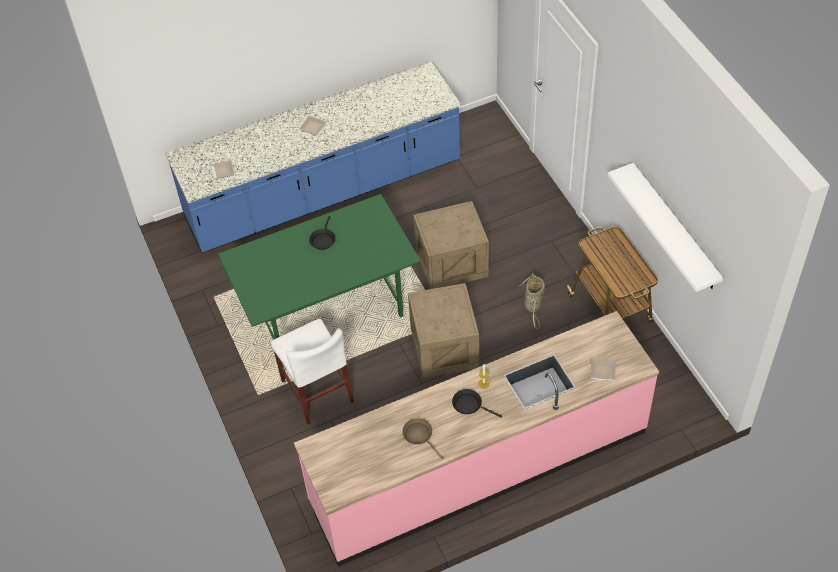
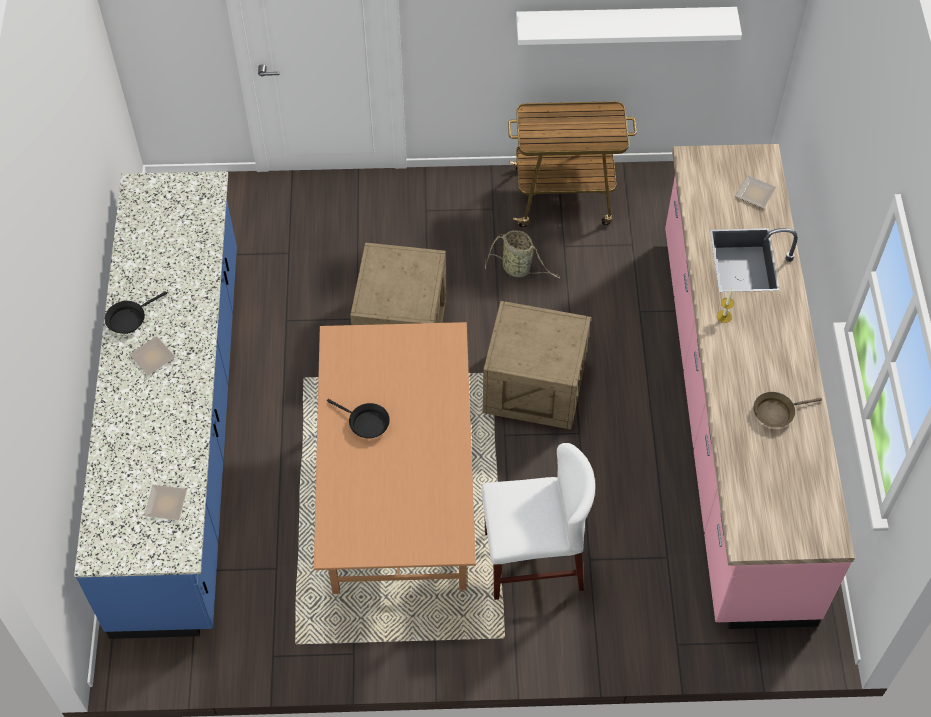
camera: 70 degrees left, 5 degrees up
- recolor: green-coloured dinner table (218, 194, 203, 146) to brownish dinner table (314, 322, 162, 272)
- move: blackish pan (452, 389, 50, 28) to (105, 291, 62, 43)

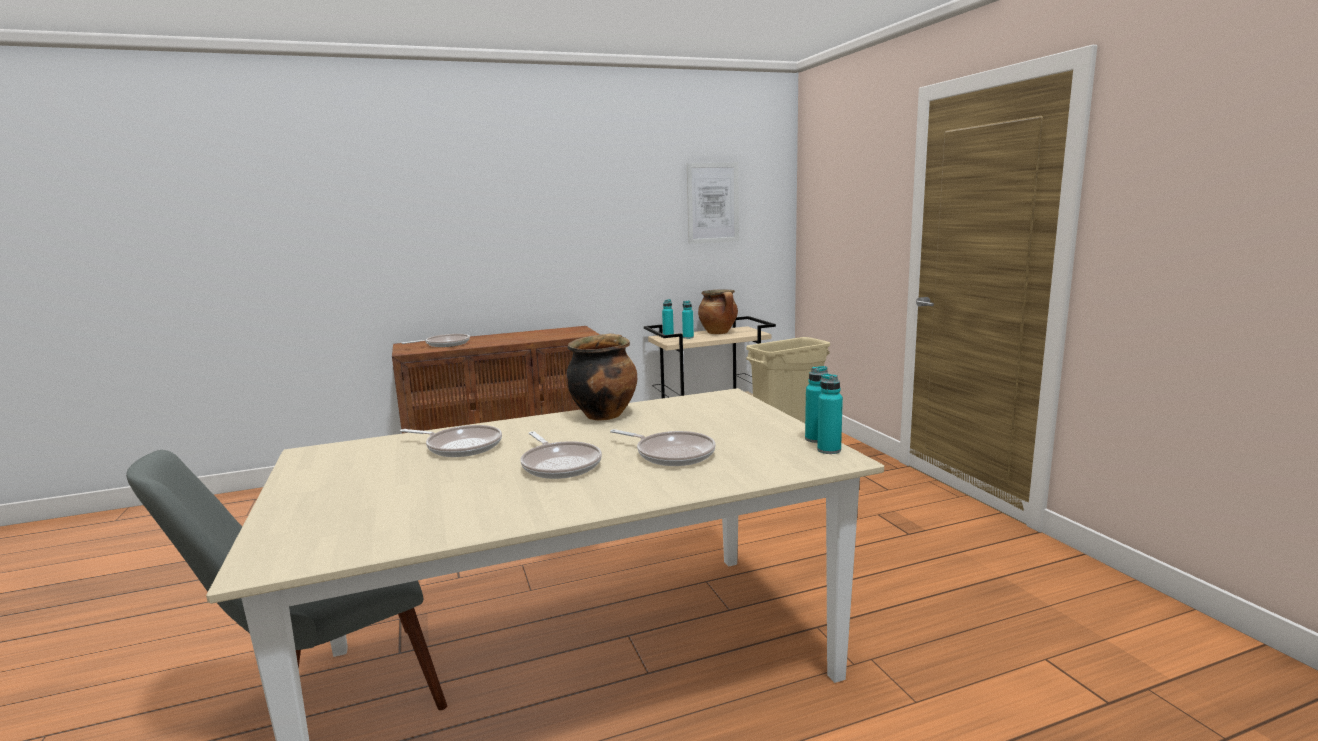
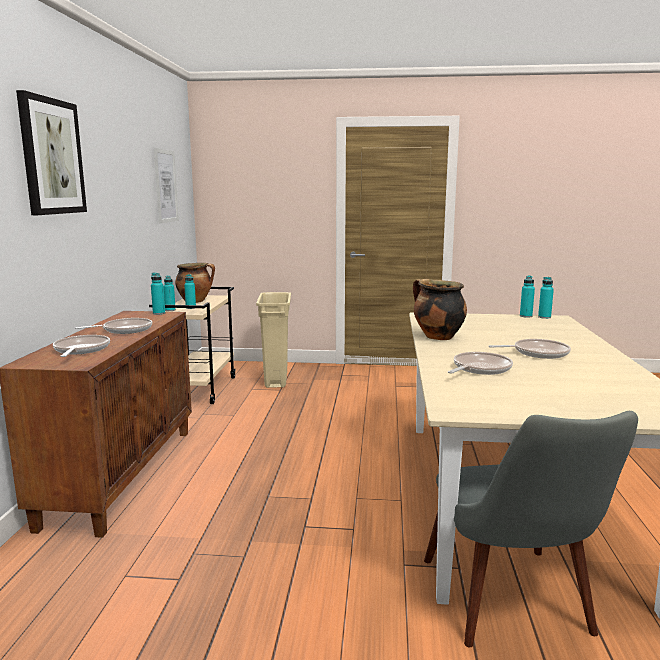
camera: 65 degrees left, 0 degrees up
- move: pan (610, 429, 106, 37) to (75, 318, 77, 16)
- insert: picture (16, 90, 71, 125)
- insert: turquoise bottle (151, 273, 14, 42)

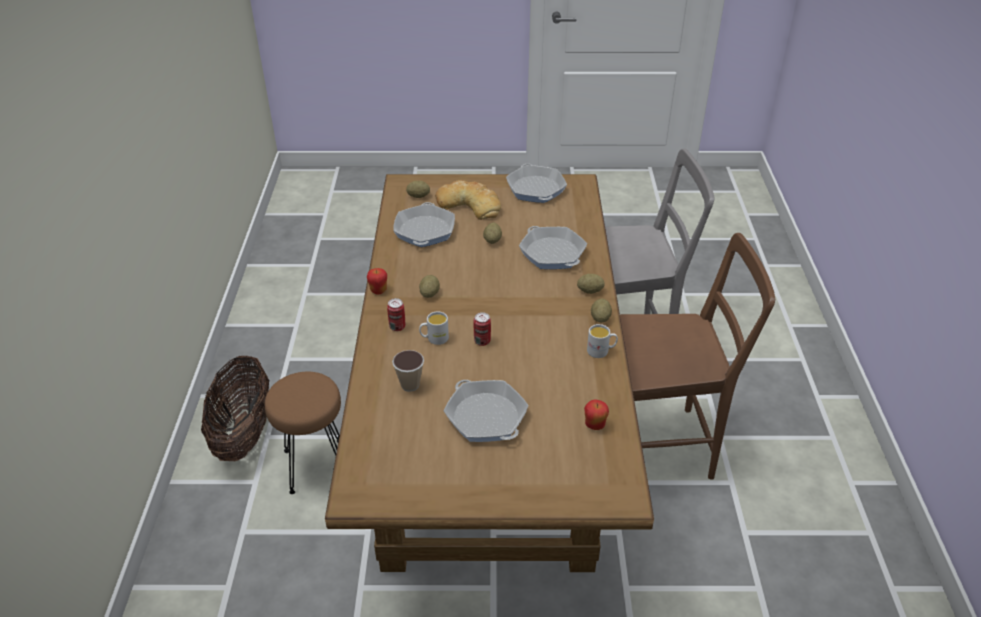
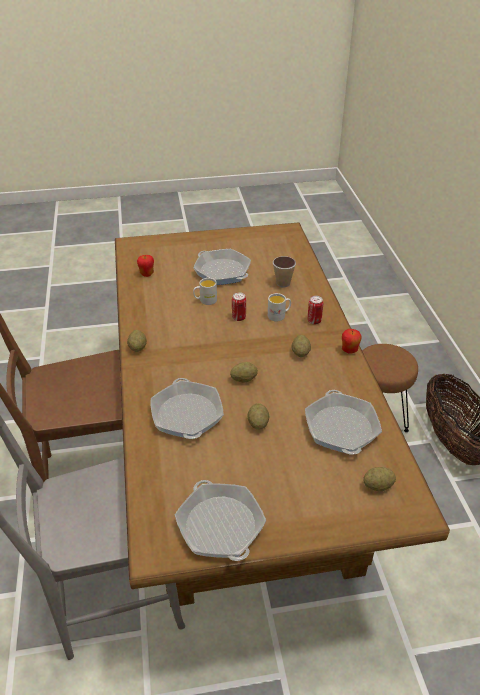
camera: 170 degrees right, 0 degrees up
- delete: bread (435, 180, 66, 40)
- rotate: pan (519, 226, 68, 43) = (151, 378, 73, 61) 150 degrees counterclockwise
- move: spud (577, 274, 28, 20) to (230, 362, 28, 21)
- move: white-coloured tea mug (587, 324, 31, 34) to (193, 278, 24, 27)

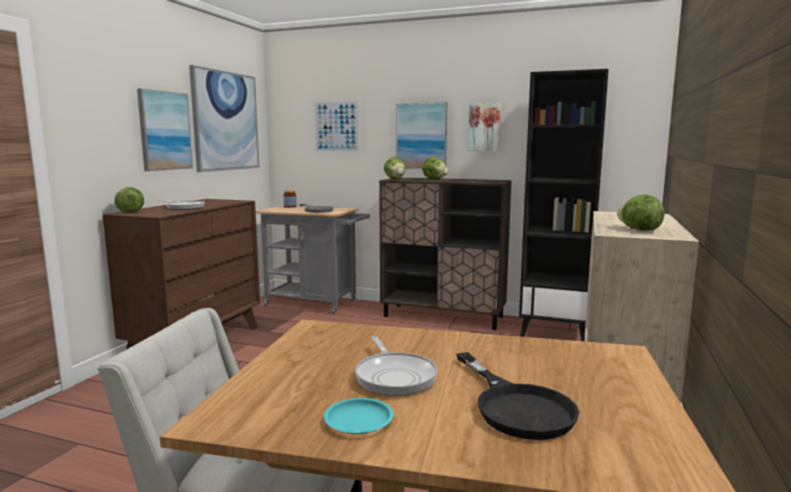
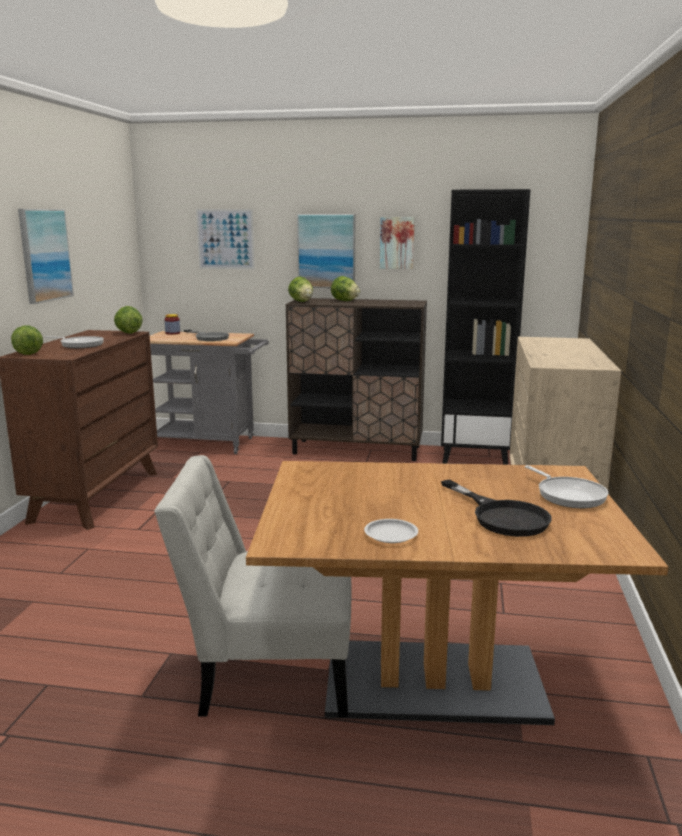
camera: 10 degrees left, 5 degrees up
- delete: picture (189, 65, 70, 107)
- move: lettuce head (617, 194, 47, 37) to (114, 306, 29, 28)
- move: pan (355, 336, 83, 60) to (525, 465, 83, 43)
- recolor: turquoise flat dish (324, 398, 70, 36) to white-coloured flat dish (364, 519, 54, 24)

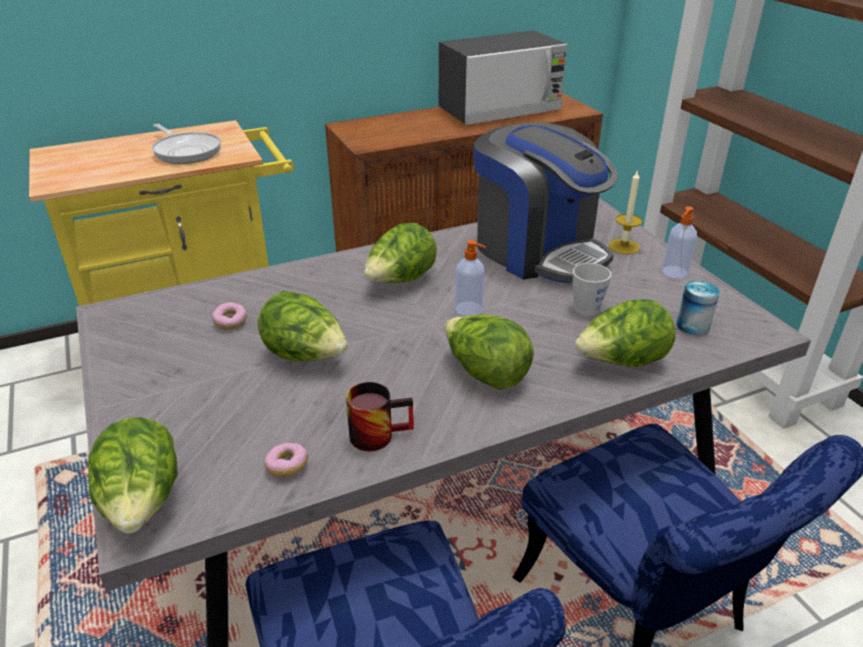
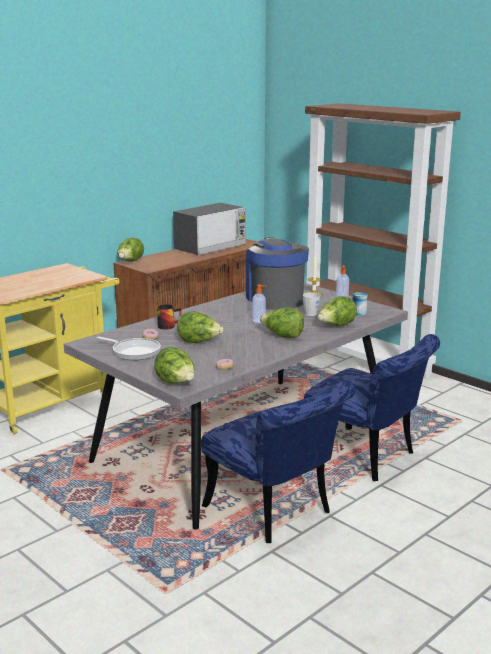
camera: 20 degrees left, 15 degrees down
- rotate: coffee maker (474, 122, 144, 162) = (246, 237, 63, 73) 135 degrees counterclockwise
- move: pan (152, 124, 69, 40) to (96, 337, 65, 23)
- move: lettuce head (364, 223, 73, 60) to (117, 238, 27, 24)
- move: tea mug (346, 382, 68, 69) to (157, 304, 25, 26)

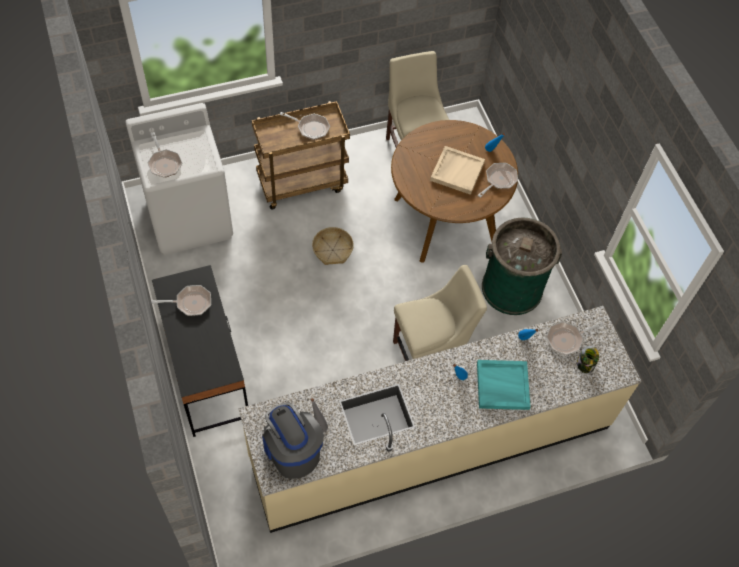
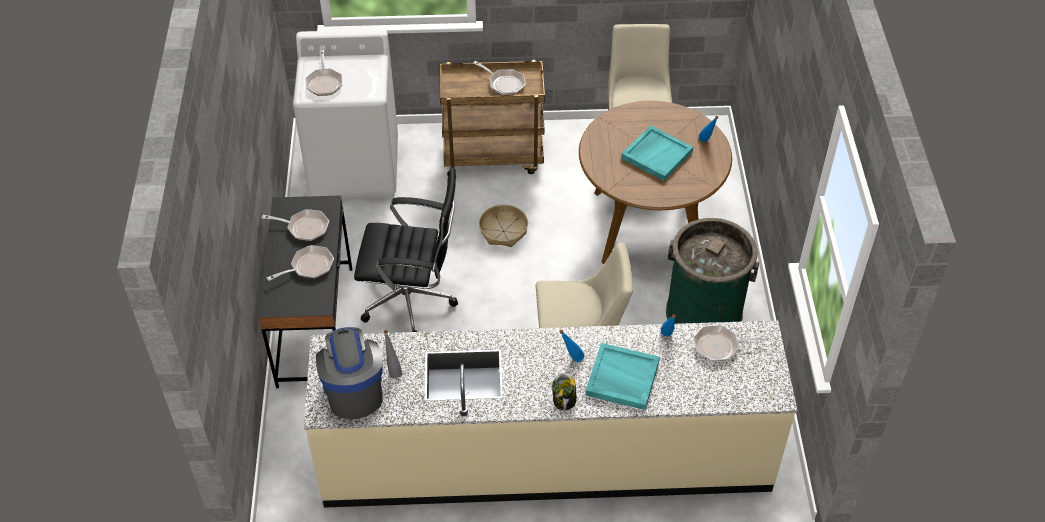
camera: 20 degrees right, 10 degrees down
- recolor: beige serving tray (430, 146, 55, 49) to turquoise serving tray (621, 125, 72, 56)
- move: pan (478, 163, 40, 35) to (267, 245, 67, 36)
- move: preserve jar (577, 346, 22, 27) to (552, 373, 25, 38)
- insert: blackish desk chair (354, 167, 104, 165)

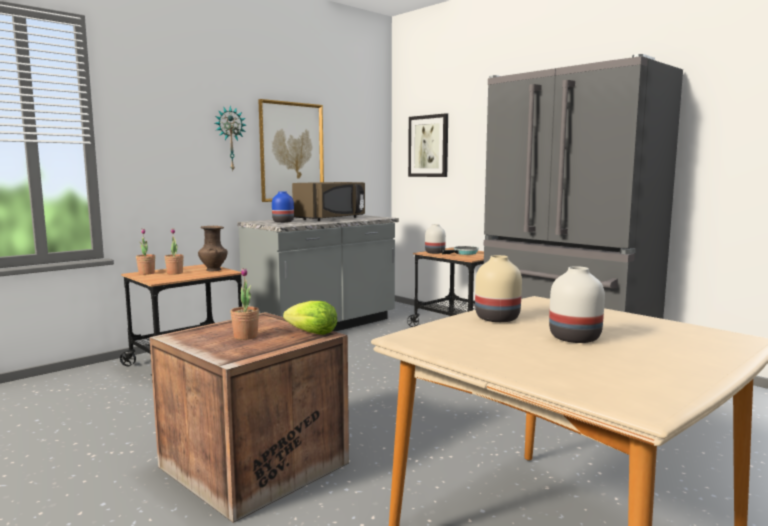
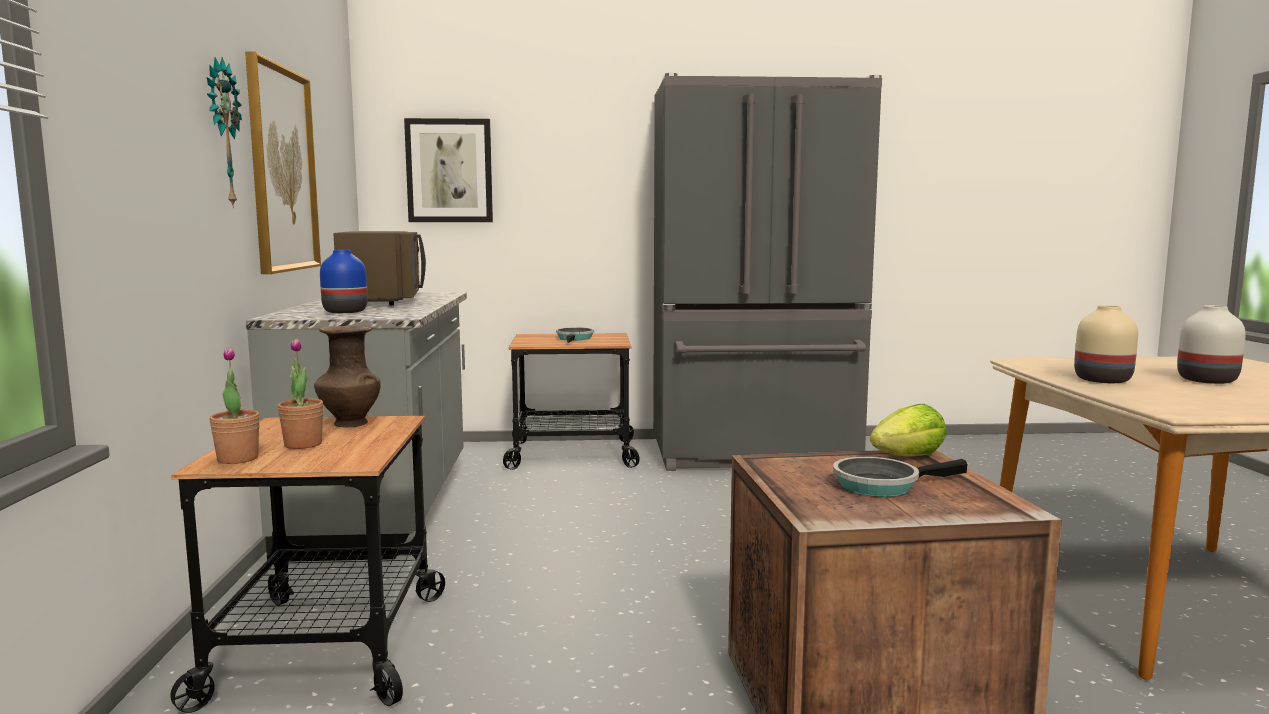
camera: 50 degrees left, 0 degrees up
- delete: white-coloured flower vase (425, 224, 21, 30)
- replace: plant in a pot (230, 268, 29, 72) to pan (833, 457, 134, 40)

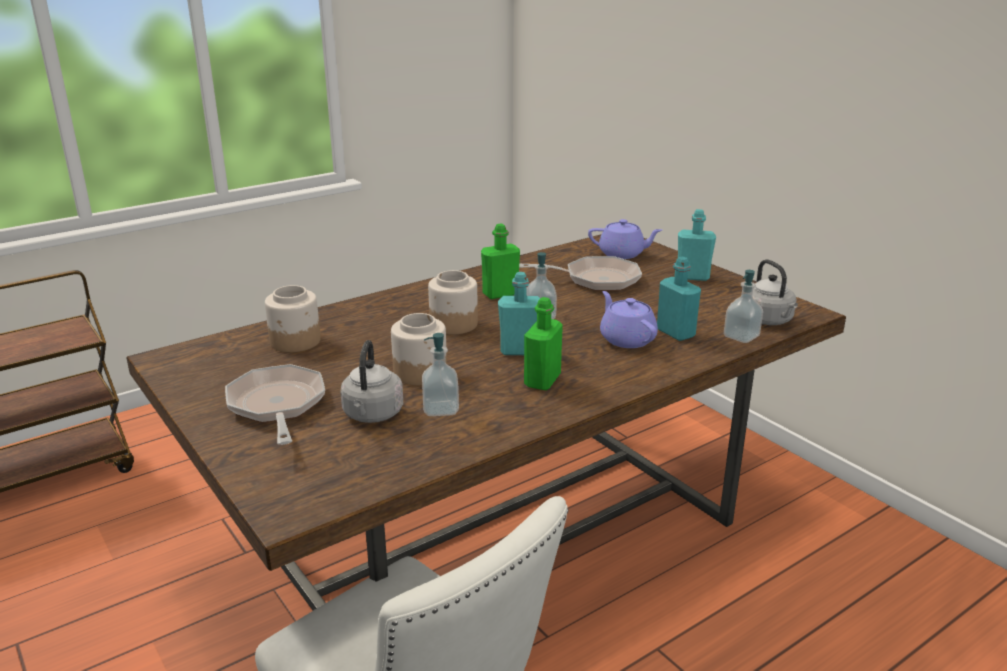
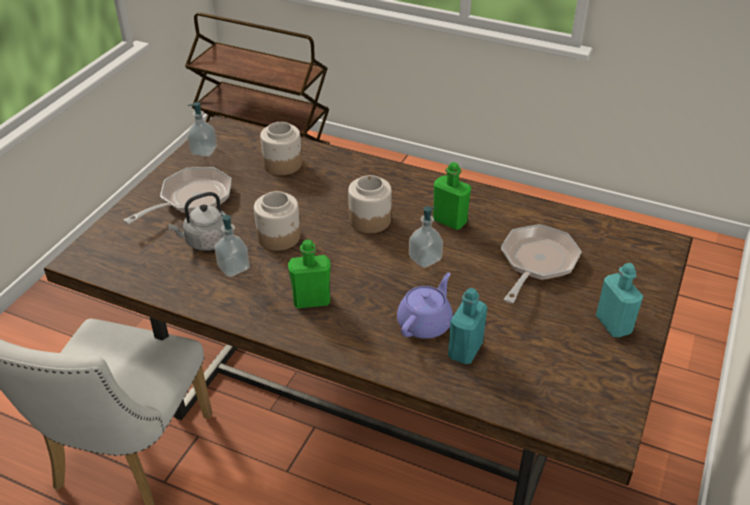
camera: 60 degrees right, 15 degrees up
- delete: purple-coloured teapot (588, 219, 74, 40)
- rotate: pan (519, 256, 123, 35) = (501, 224, 81, 79) 120 degrees counterclockwise
- delete: grey tea kettle (752, 259, 46, 66)
- move: soap dispenser (724, 270, 39, 73) to (188, 102, 29, 55)
- delete: turquoise bottle (498, 272, 42, 83)

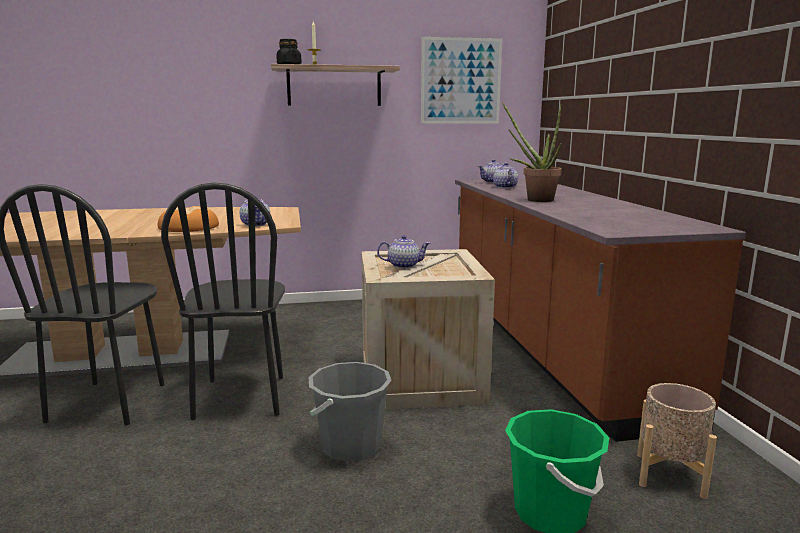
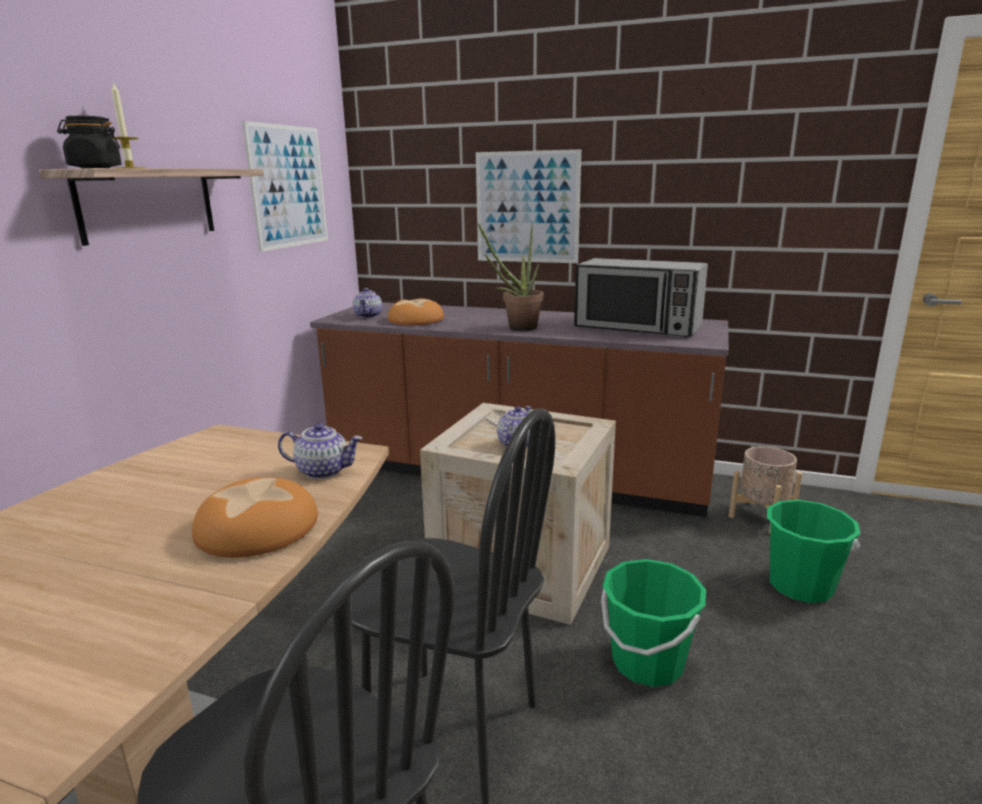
camera: 60 degrees left, 5 degrees up
- replace: teapot (493, 163, 25, 25) to bread (388, 299, 56, 26)
- recolor: grey bucket (309, 362, 83, 100) to green-coloured bucket (601, 559, 105, 128)
- insert: picture (476, 149, 105, 114)
- insert: kitchen microwave (574, 258, 134, 79)

